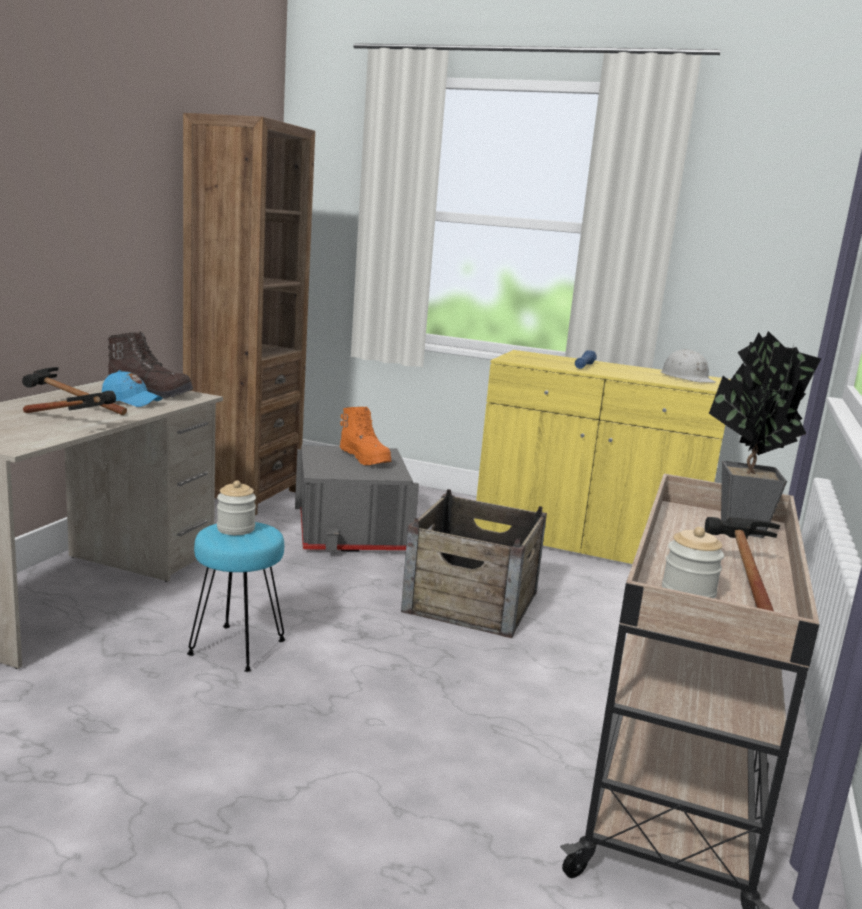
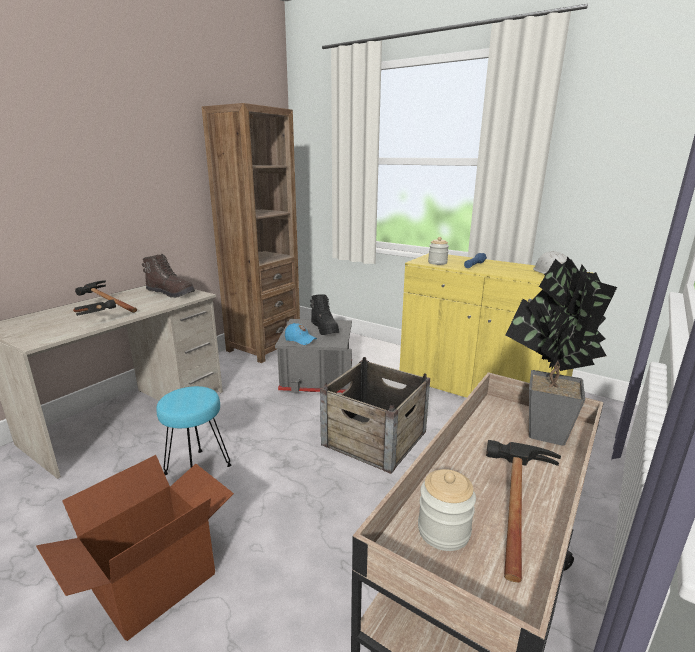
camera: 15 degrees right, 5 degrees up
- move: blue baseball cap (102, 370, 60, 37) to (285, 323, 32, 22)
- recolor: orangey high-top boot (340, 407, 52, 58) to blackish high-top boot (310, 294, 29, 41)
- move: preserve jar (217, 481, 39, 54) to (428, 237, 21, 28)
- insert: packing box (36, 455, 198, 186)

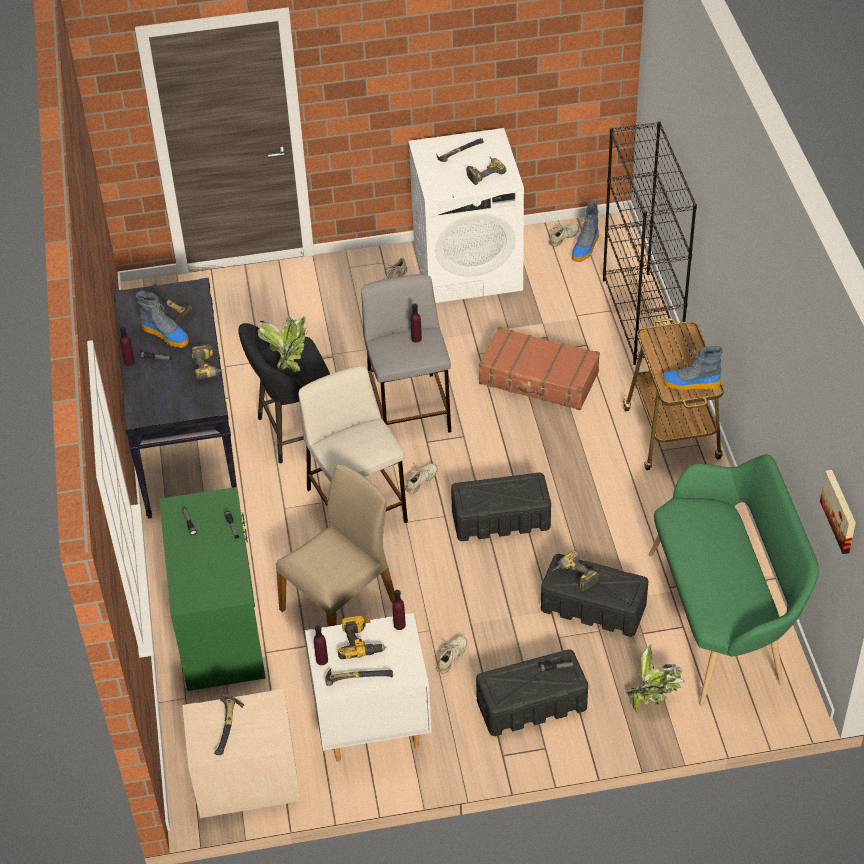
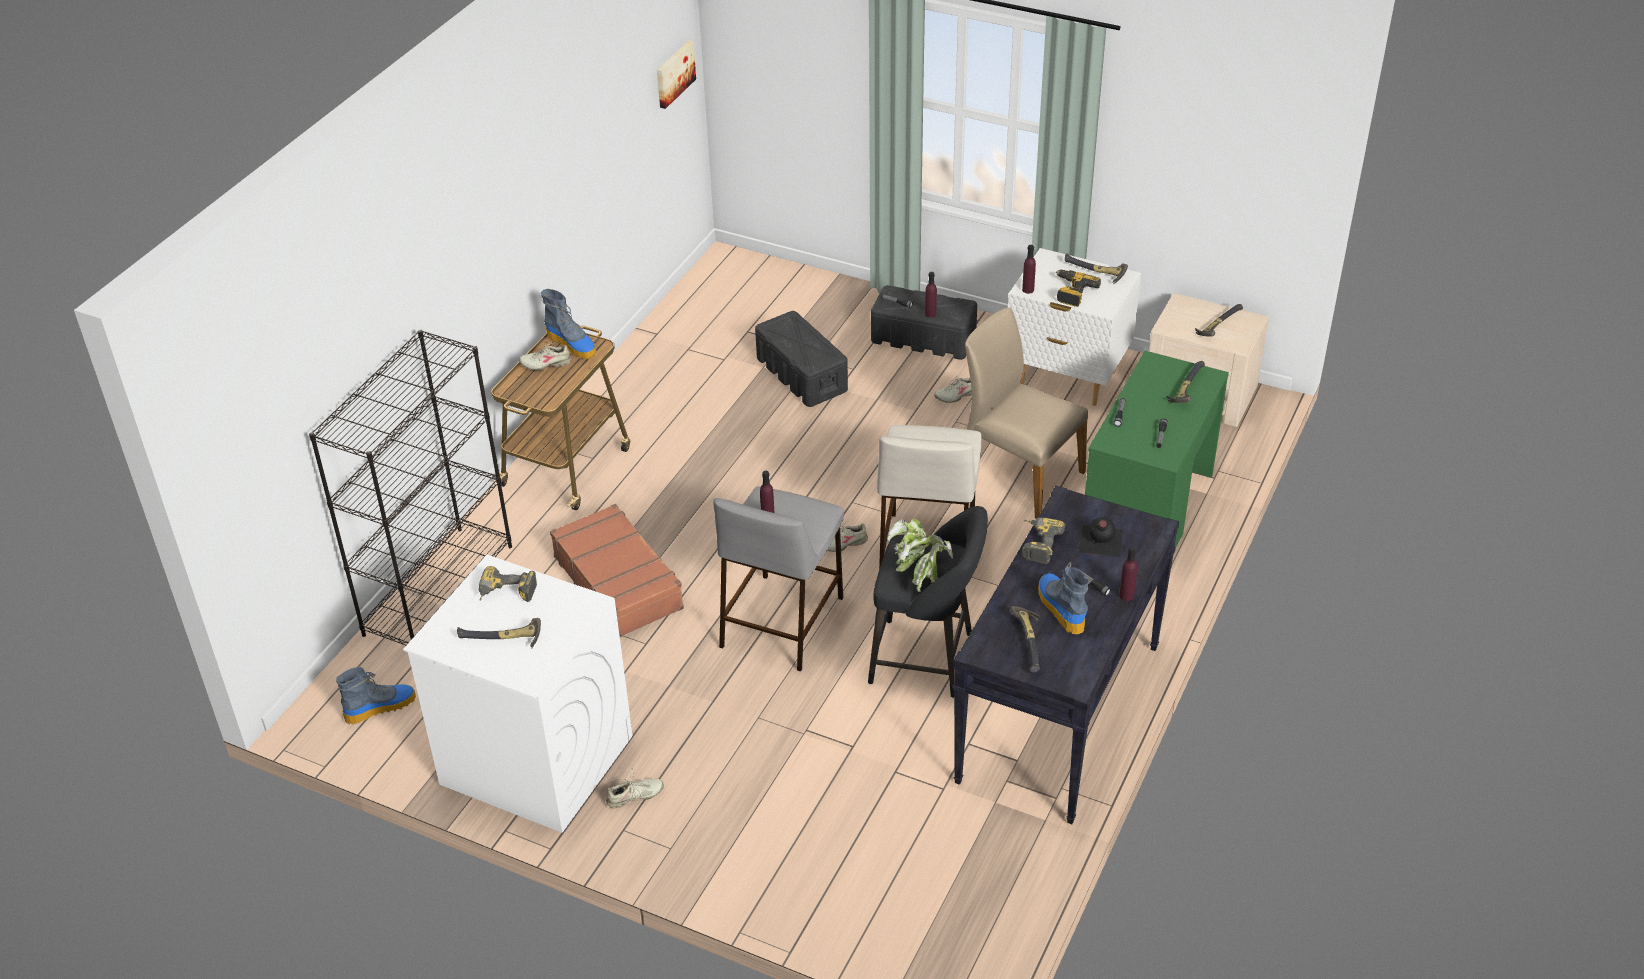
camera: 145 degrees left, 5 degrees down
- move: beige shoe (549, 220, 30, 27) to (519, 343, 52, 28)
- delete: green-coloured bench (649, 454, 170, 252)
- rotate: beige plain chair (276, 465, 119, 162) = (965, 308, 123, 211) 45 degrees clockwise
- delete: blackish storage bin (451, 473, 100, 68)
- delete: electric drill (552, 551, 47, 40)
- move: purple-coloured bottle (314, 625, 14, 40) to (925, 272, 12, 46)
- delete: plant in a pot (627, 644, 58, 68)
- insert: tool hammer (1166, 361, 39, 42)
- insert: blackish bottle (1079, 517, 44, 40)

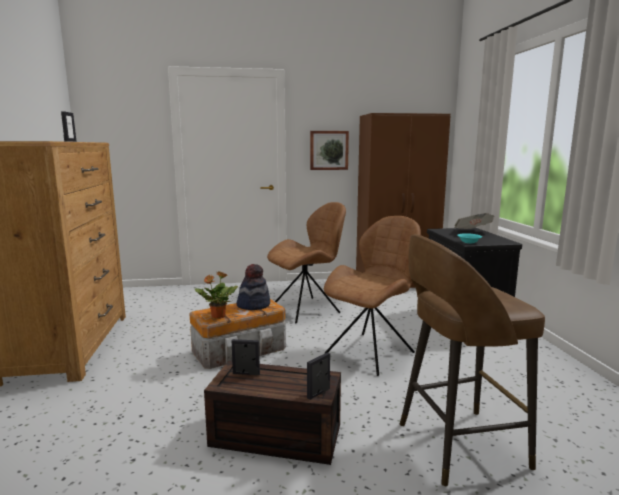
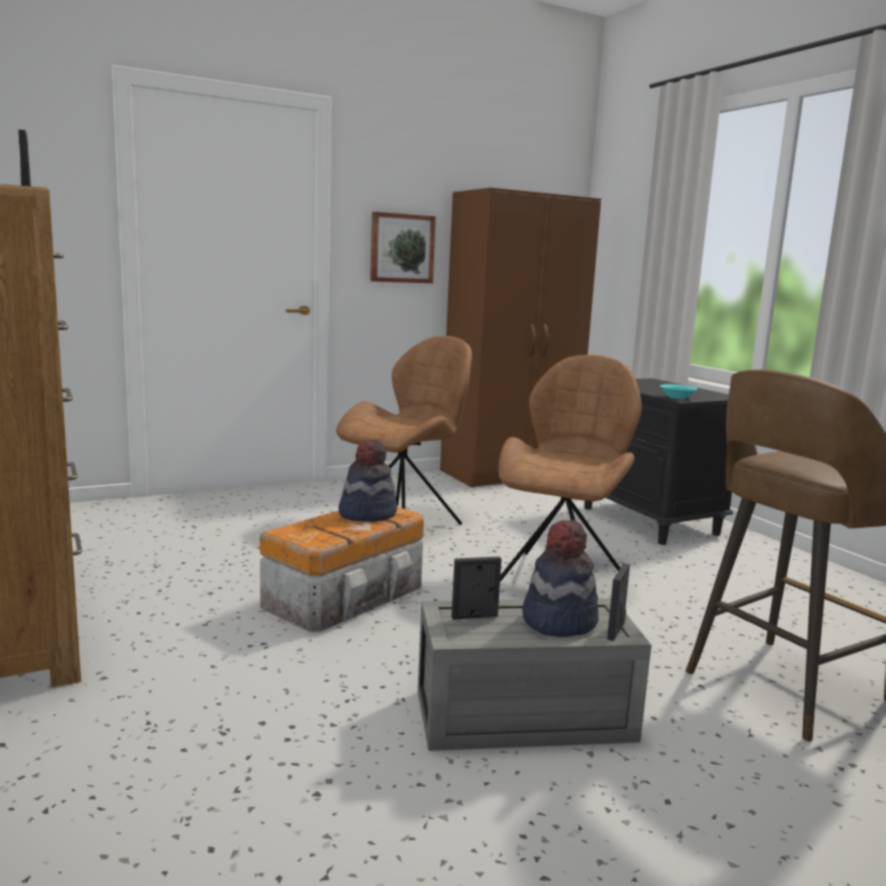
camera: 20 degrees left, 0 degrees up
- delete: daily paper (454, 213, 40, 16)
- delete: plant in a pot (195, 271, 43, 48)
- recolor: brownish storage bin (204, 361, 137, 104) to grey storage bin (418, 599, 234, 152)
- insert: wearable hat (522, 520, 77, 117)

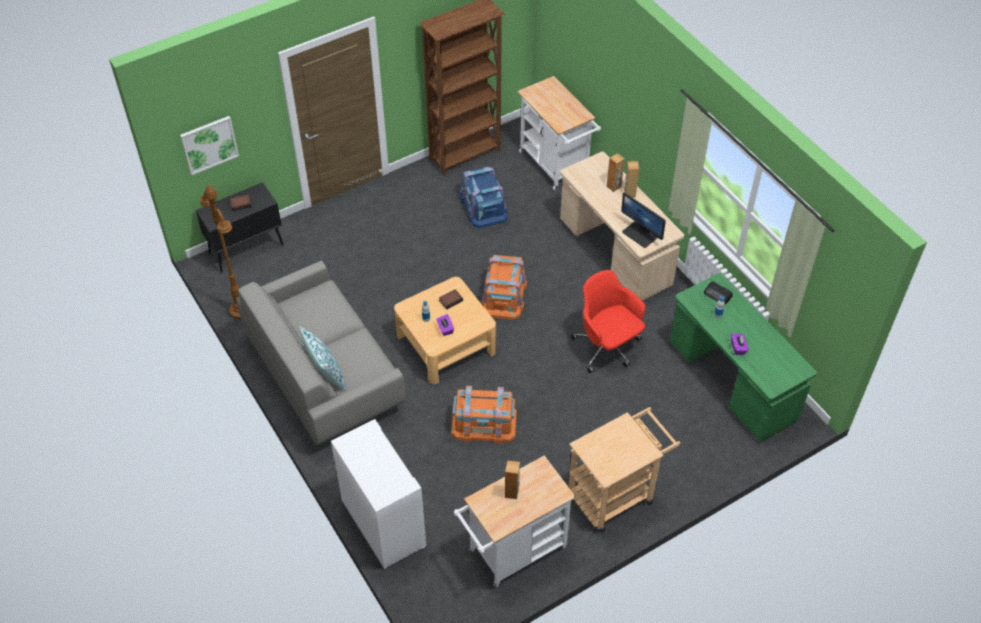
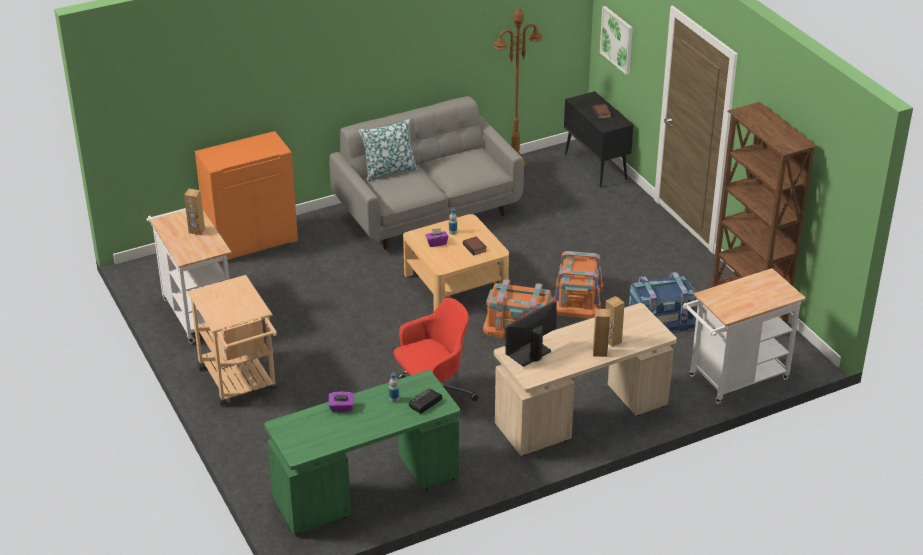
camera: 95 degrees right, 15 degrees down
- move: orangey storage bin (451, 386, 65, 58) to (553, 251, 50, 67)
- recolor: white-coloured cupboard (331, 419, 95, 151) to orangey cupboard (195, 131, 103, 132)

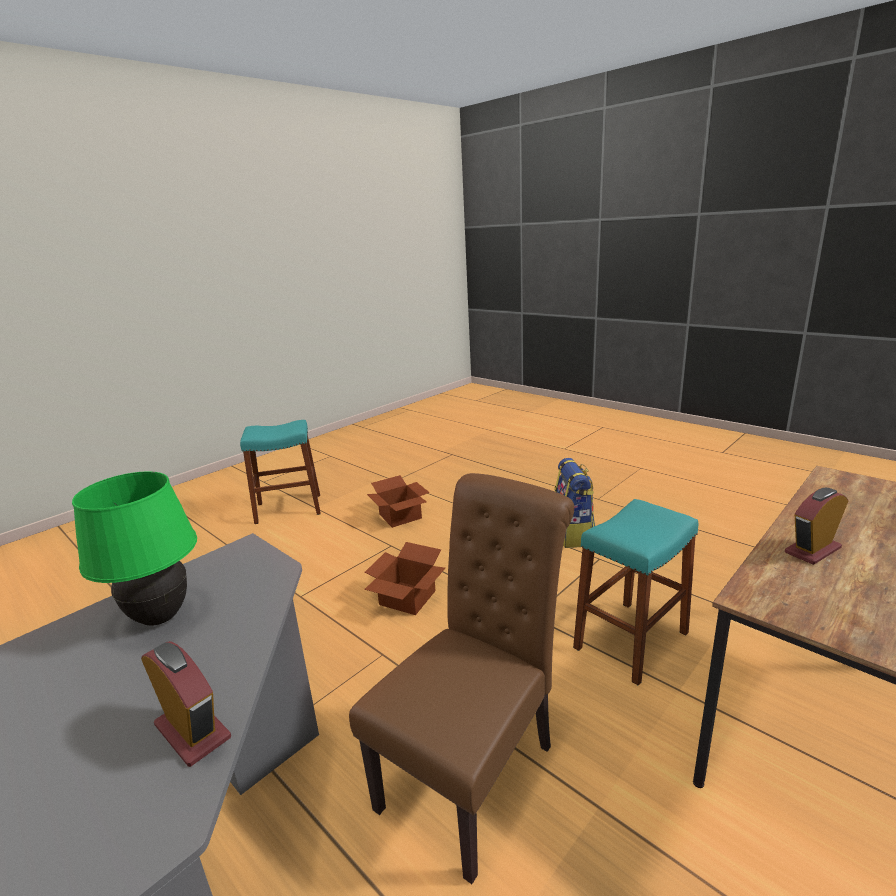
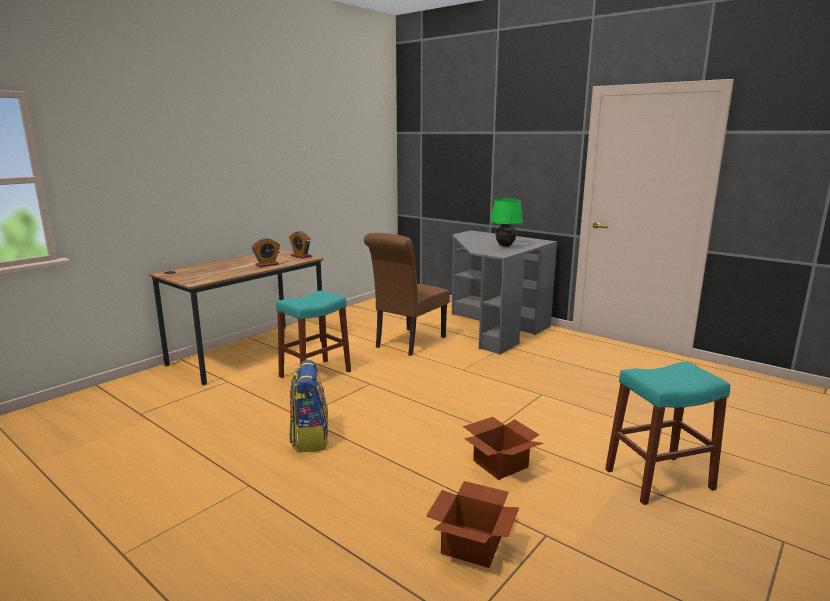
camera: 175 degrees right, 5 degrees down
- move: packing box (364, 542, 81, 73) to (426, 481, 93, 87)
- move: bedside clock (141, 641, 90, 126) to (289, 231, 22, 28)

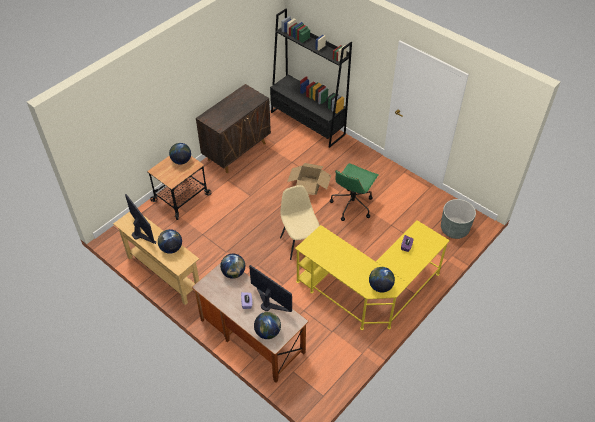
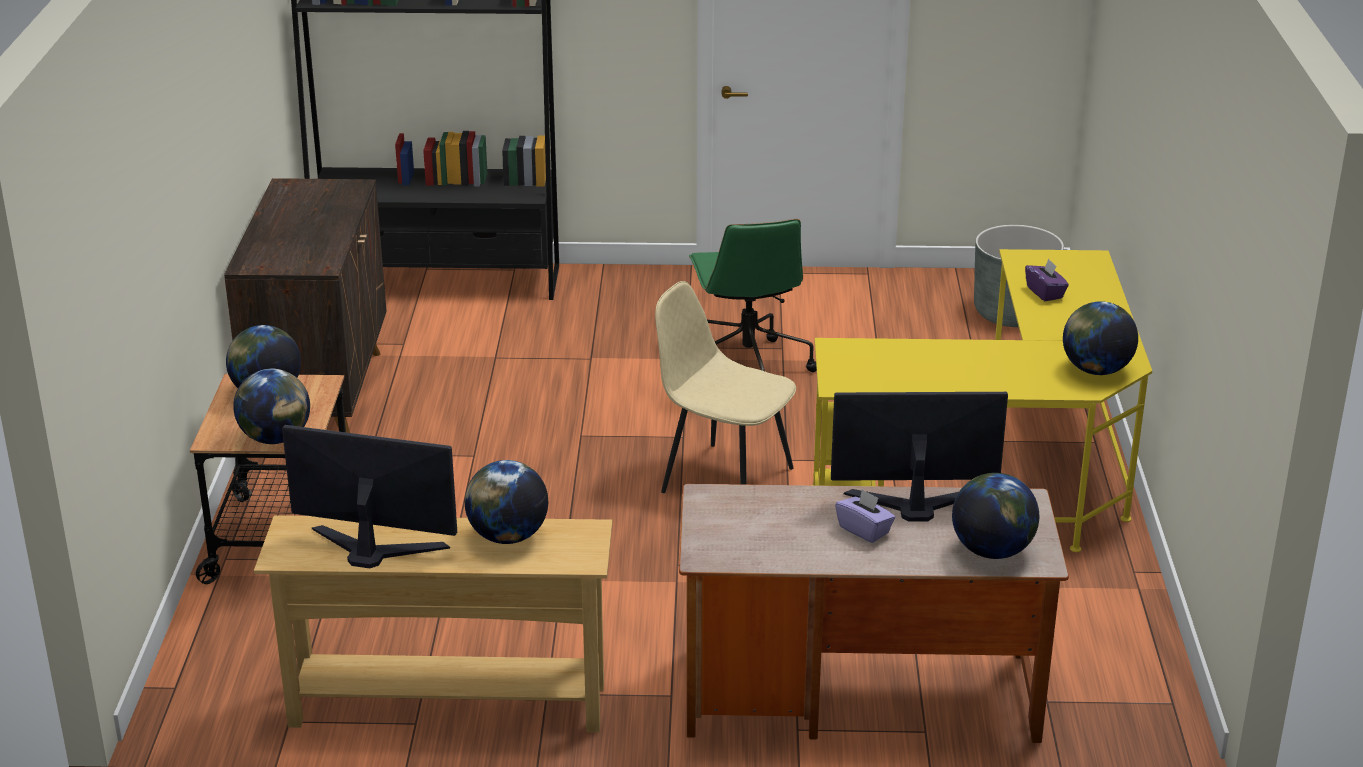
camera: 40 degrees left, 20 degrees down
- delete: packing box (287, 163, 44, 32)
- move: desk globe (220, 254, 25, 25) to (233, 369, 77, 75)

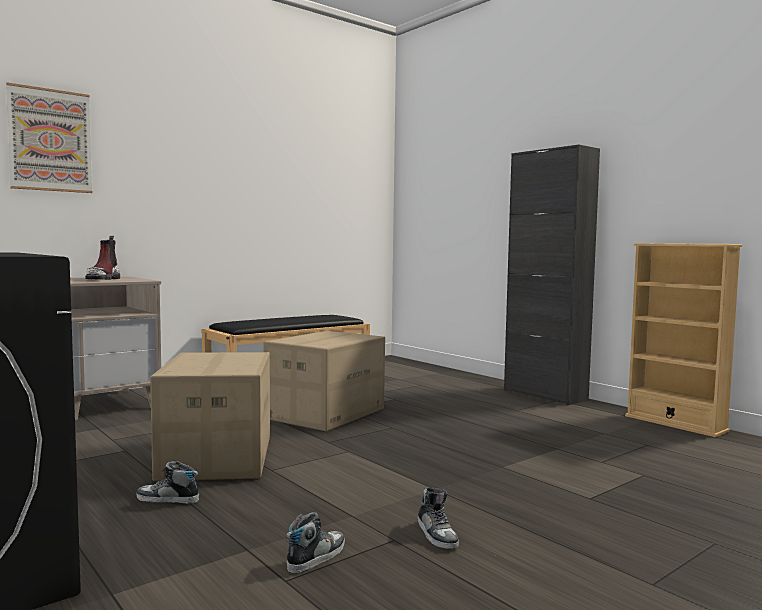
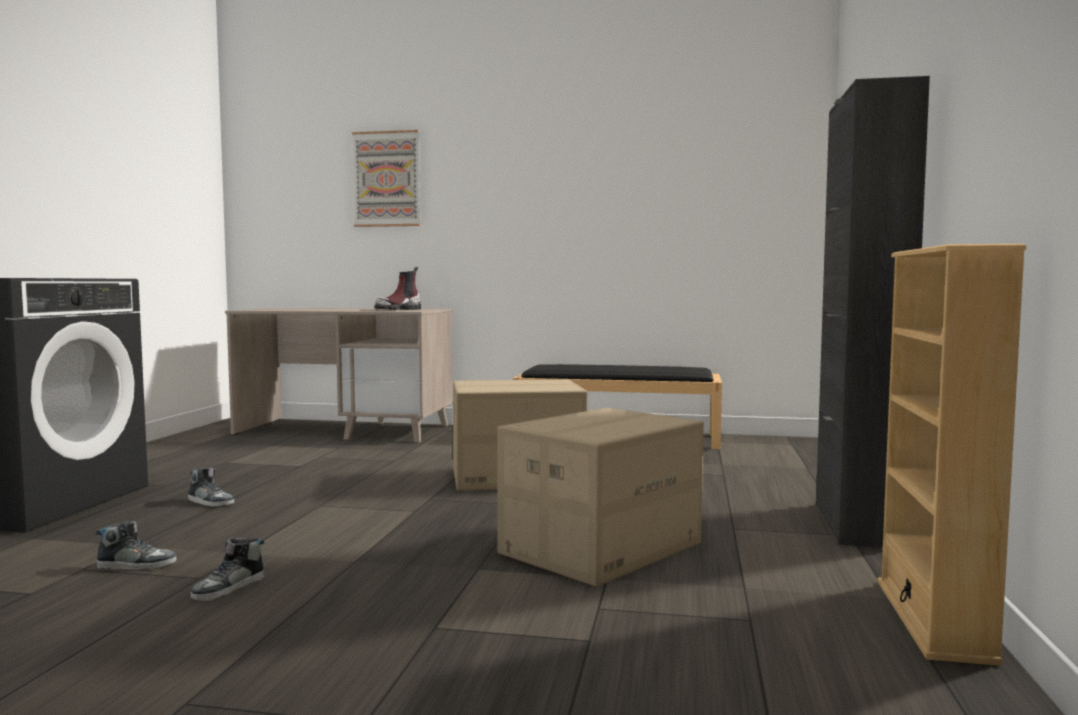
camera: 50 degrees right, 0 degrees up
- move: packing box (150, 352, 120, 129) to (497, 408, 207, 179)
- rotate: shoe (136, 461, 63, 43) = (188, 467, 46, 40) 150 degrees clockwise

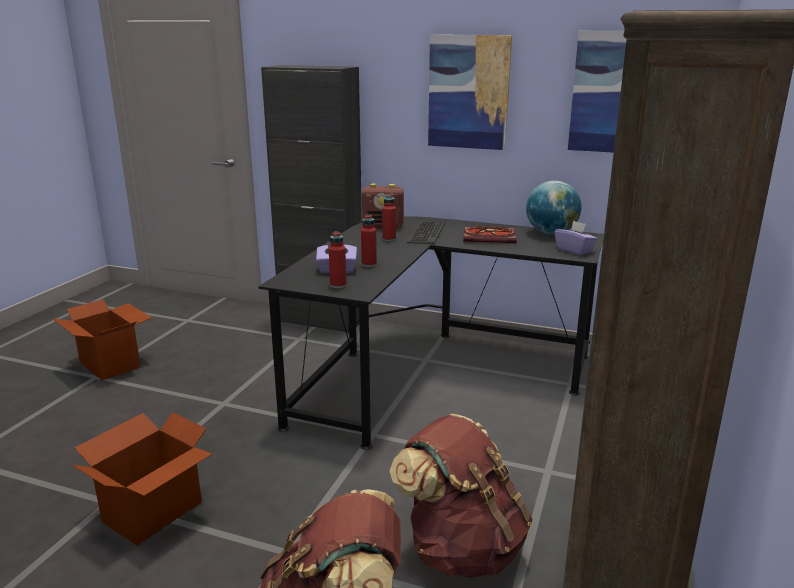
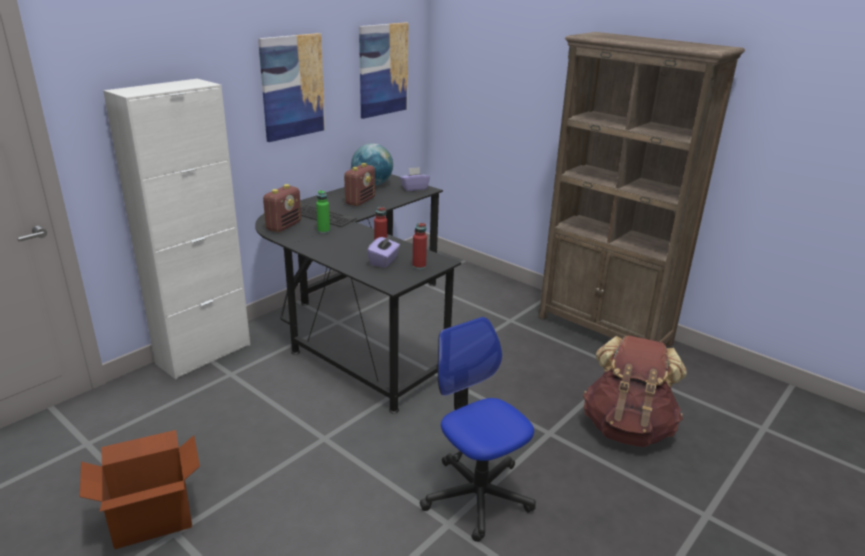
camera: 70 degrees left, 5 degrees up
- recolor: blackish cupboard (261, 65, 101, 268) to white-coloured cupboard (103, 79, 147, 300)
- recolor: reddish bottle (382, 194, 14, 47) to green-coloured bottle (316, 190, 14, 43)
- replace: bound book (463, 226, 54, 17) to radio (344, 163, 31, 43)
- replace: packing box (72, 412, 140, 133) to desk chair (420, 317, 116, 225)
- delete: brownish knapsack (390, 414, 143, 164)

